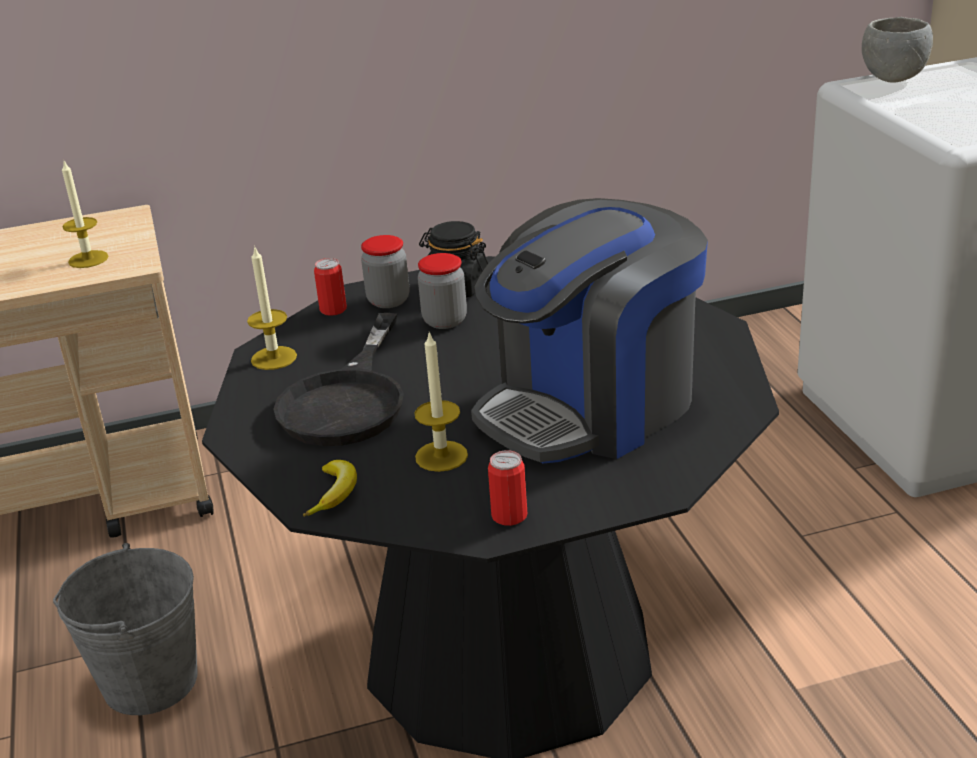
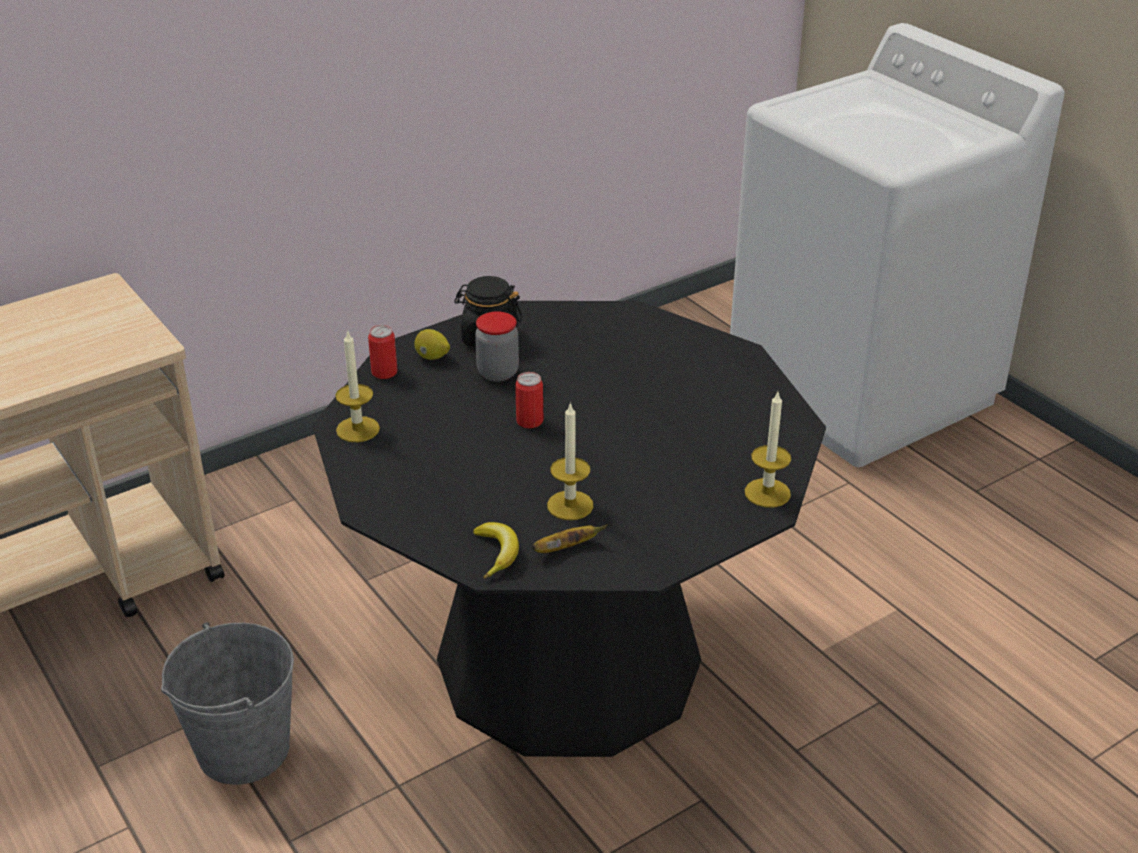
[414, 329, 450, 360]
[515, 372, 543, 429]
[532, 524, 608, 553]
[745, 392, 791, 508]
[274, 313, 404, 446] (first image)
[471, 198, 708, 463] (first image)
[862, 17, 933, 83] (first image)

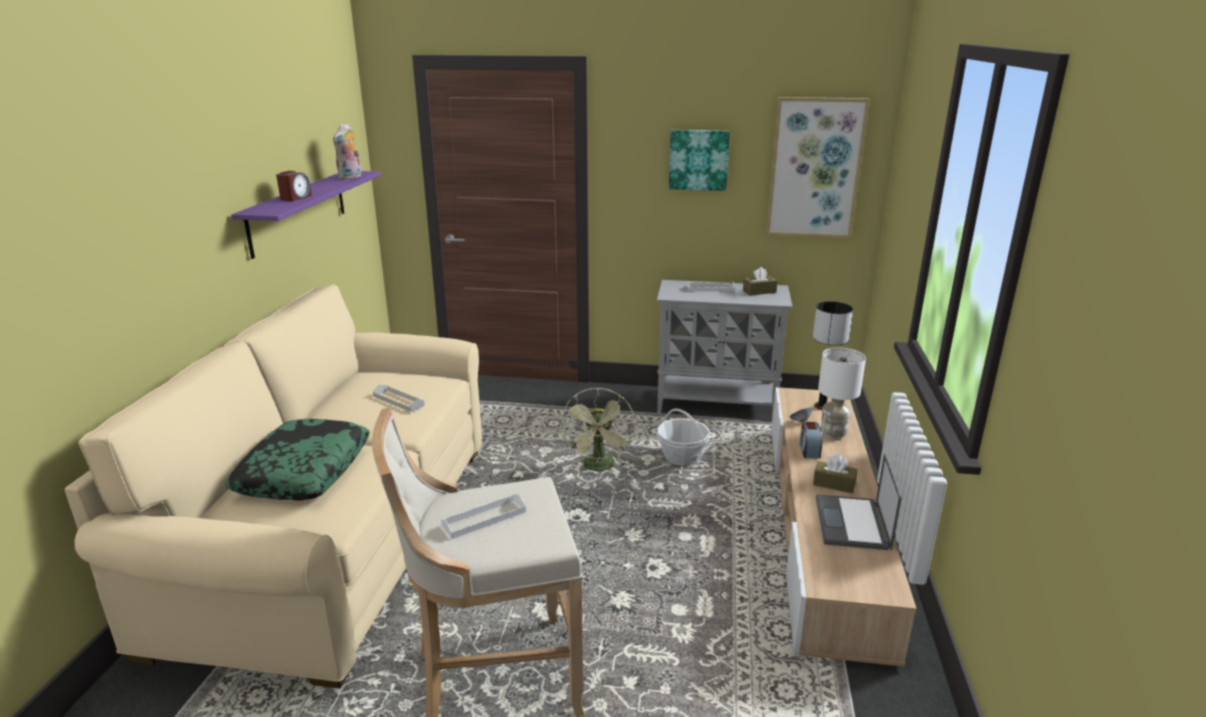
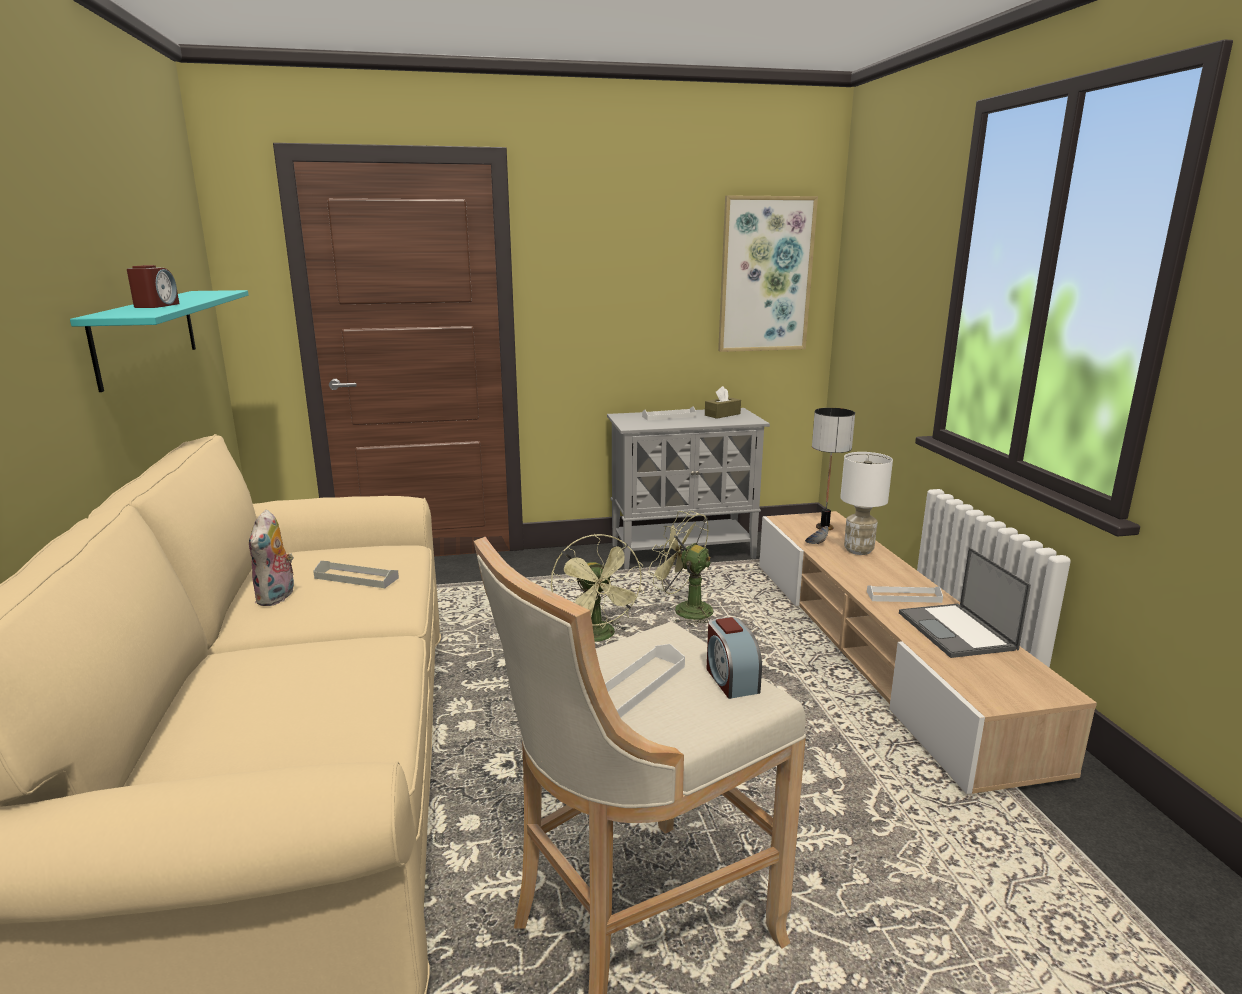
[70, 290, 249, 392]
[249, 509, 296, 606]
[648, 511, 713, 626]
[707, 617, 762, 699]
[867, 585, 943, 603]
[225, 419, 370, 501] (first image)
[669, 130, 730, 191] (first image)

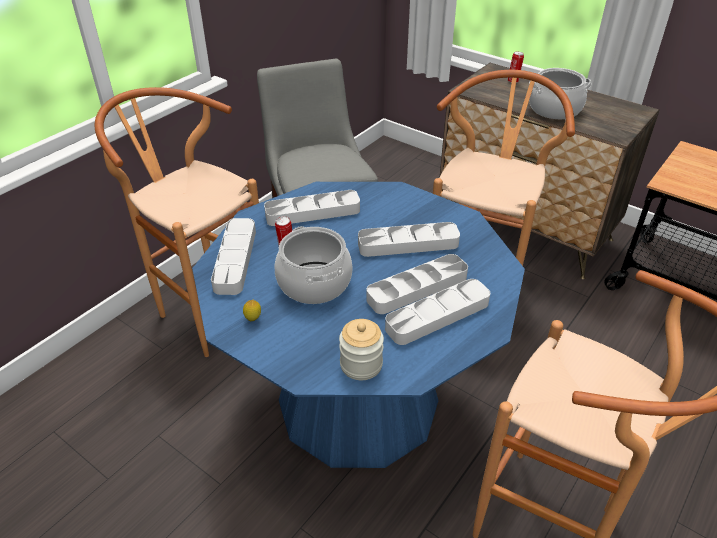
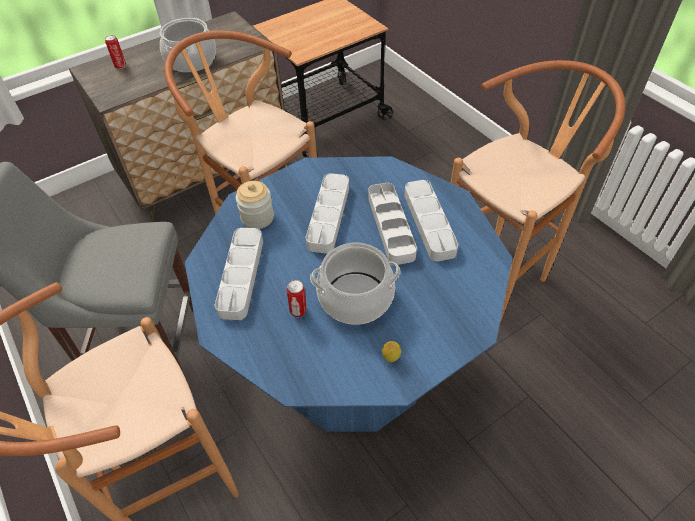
[236, 181, 274, 229]
[211, 218, 256, 295] (first image)

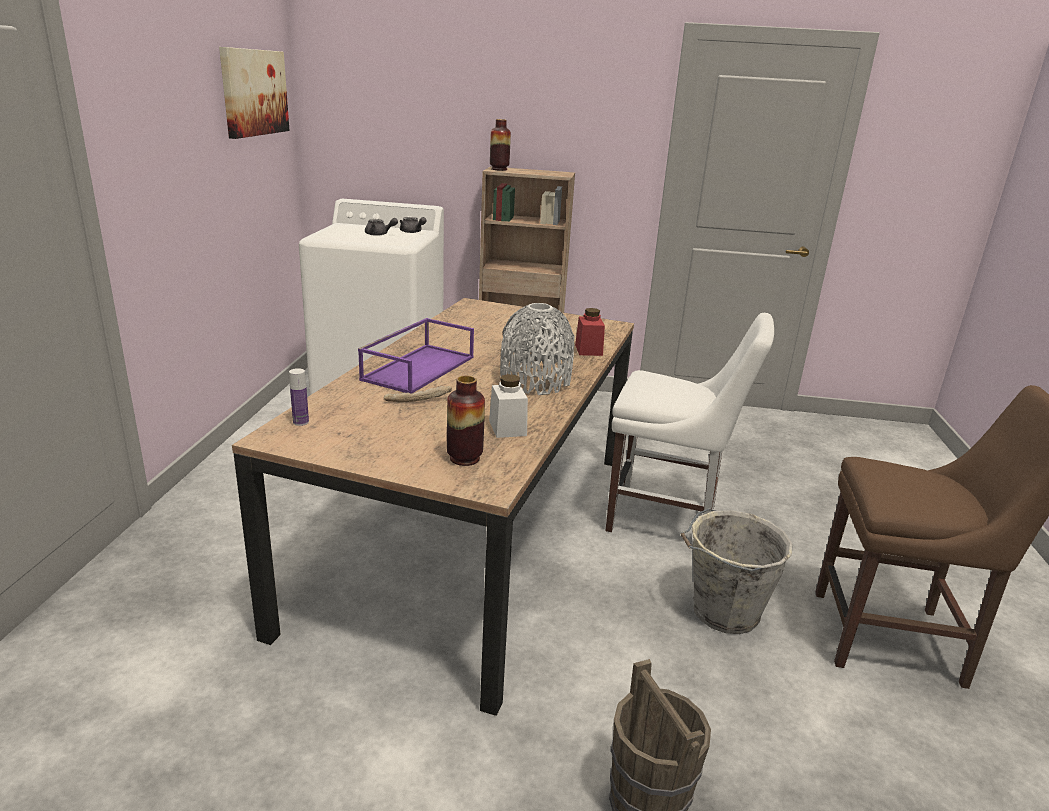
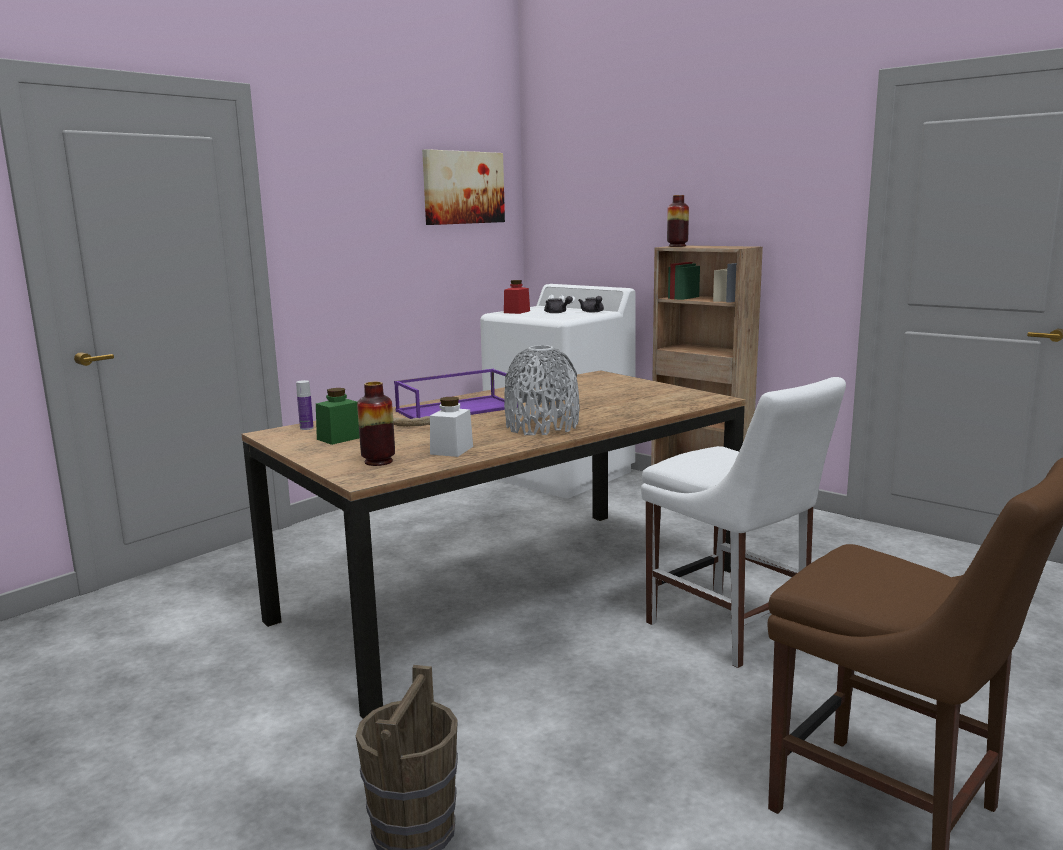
[316, 388, 360, 445]
[504, 280, 530, 314]
[681, 508, 793, 634] (first image)

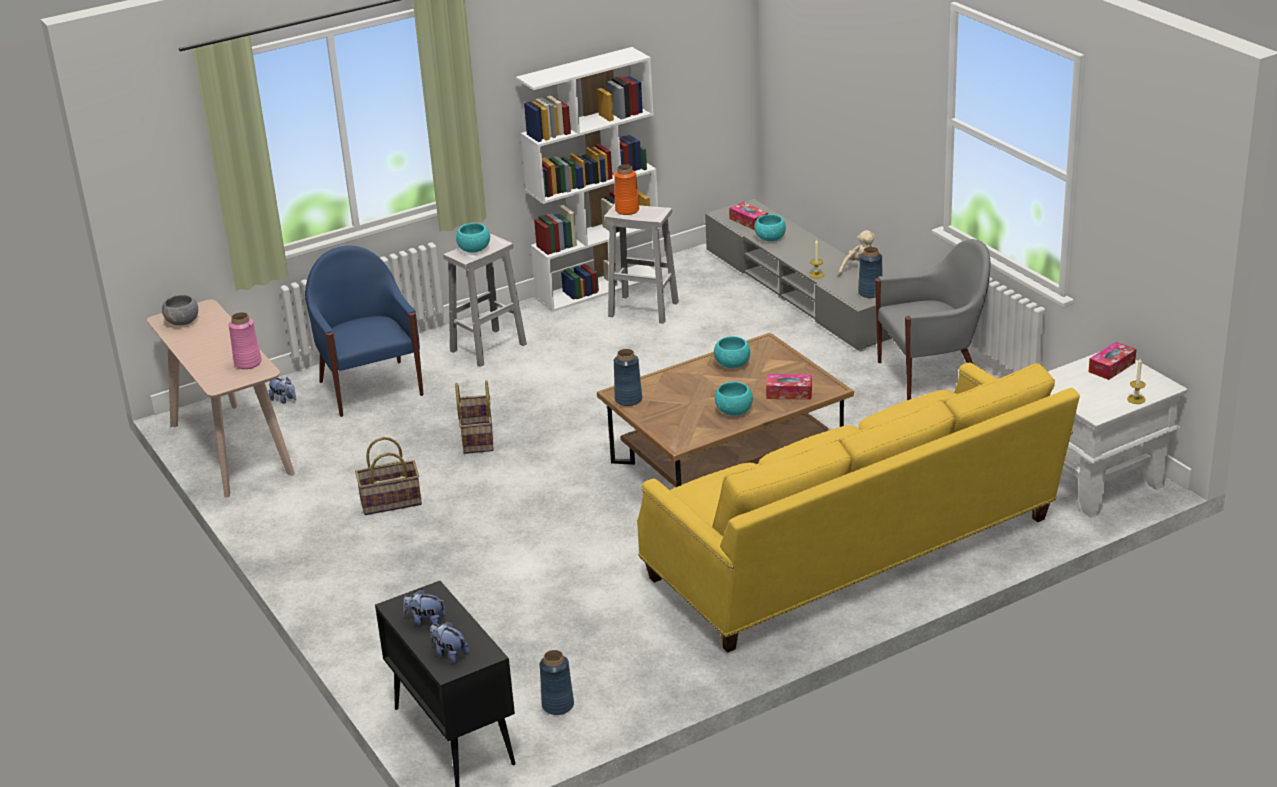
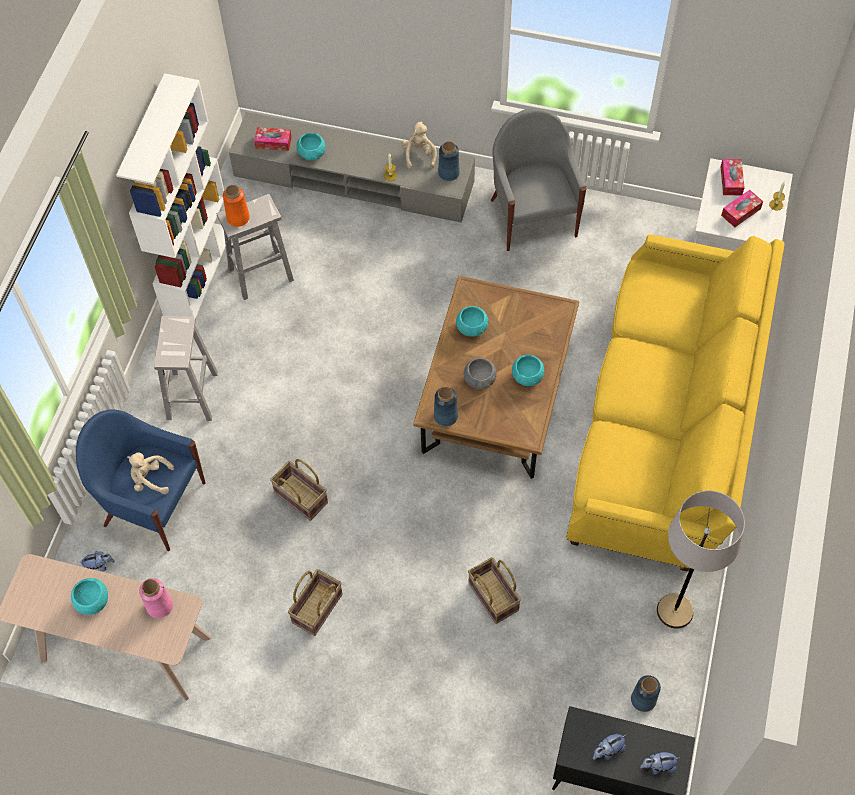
[71, 578, 108, 615]
[127, 452, 175, 494]
[464, 358, 497, 389]
[468, 557, 521, 624]
[491, 108, 587, 251]
[657, 491, 745, 629]
[721, 190, 763, 227]

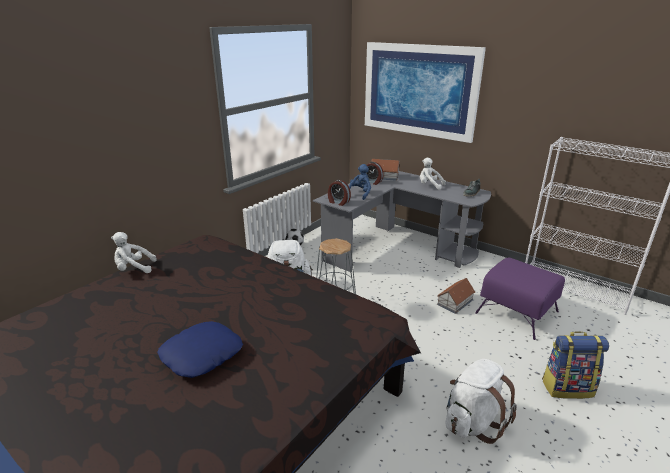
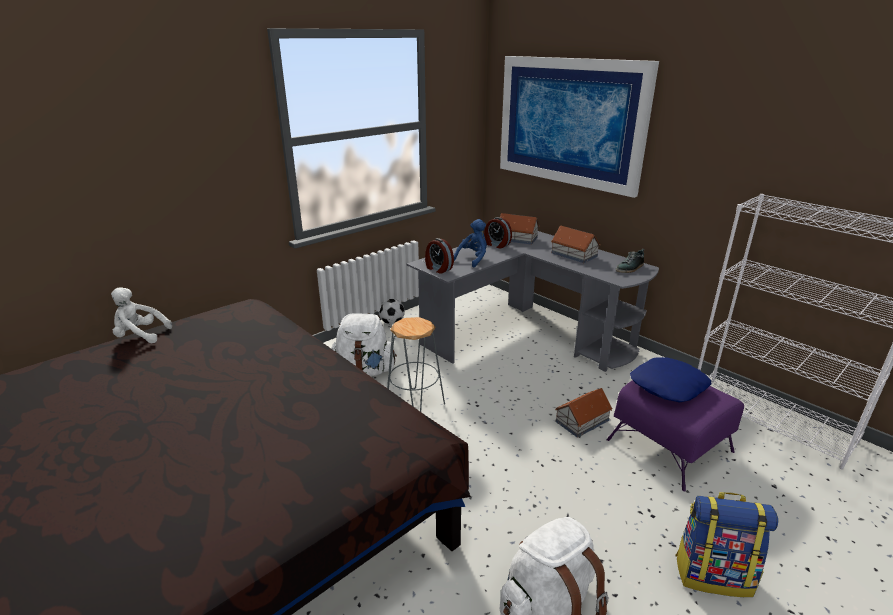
[551, 226, 601, 263]
[630, 357, 711, 403]

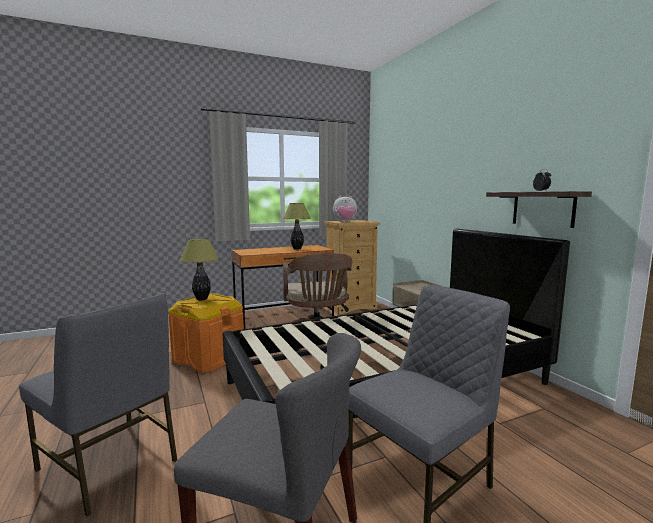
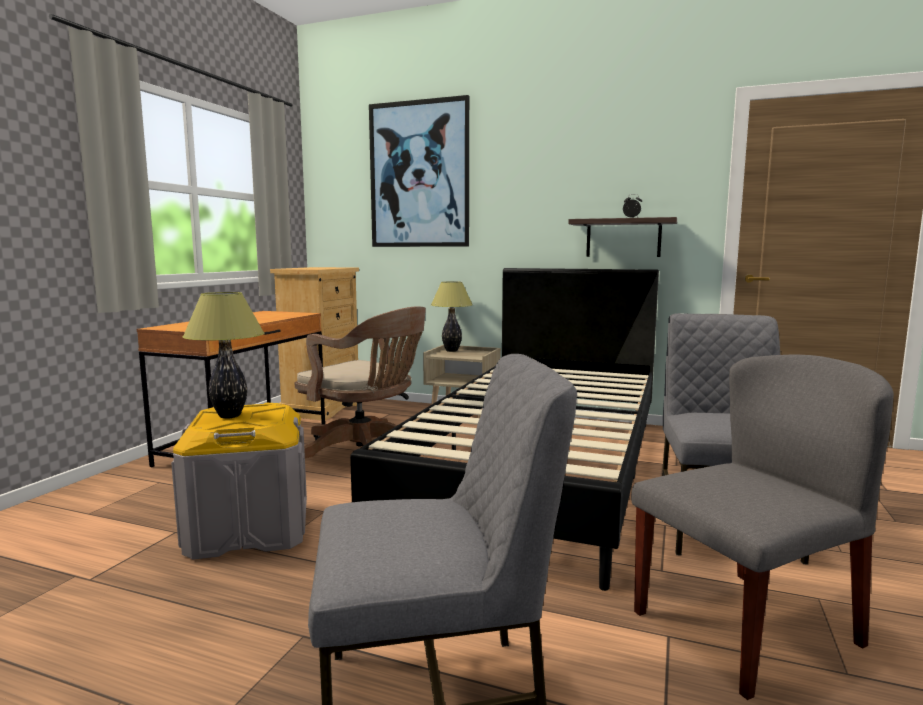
[171, 403, 307, 559]
[369, 95, 469, 247]
[431, 281, 473, 352]
[333, 196, 357, 222] (first image)

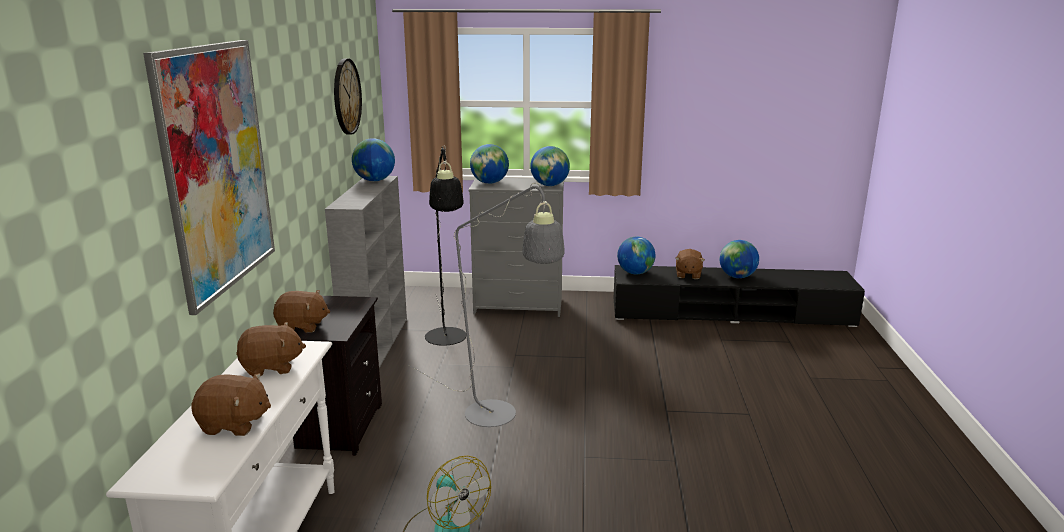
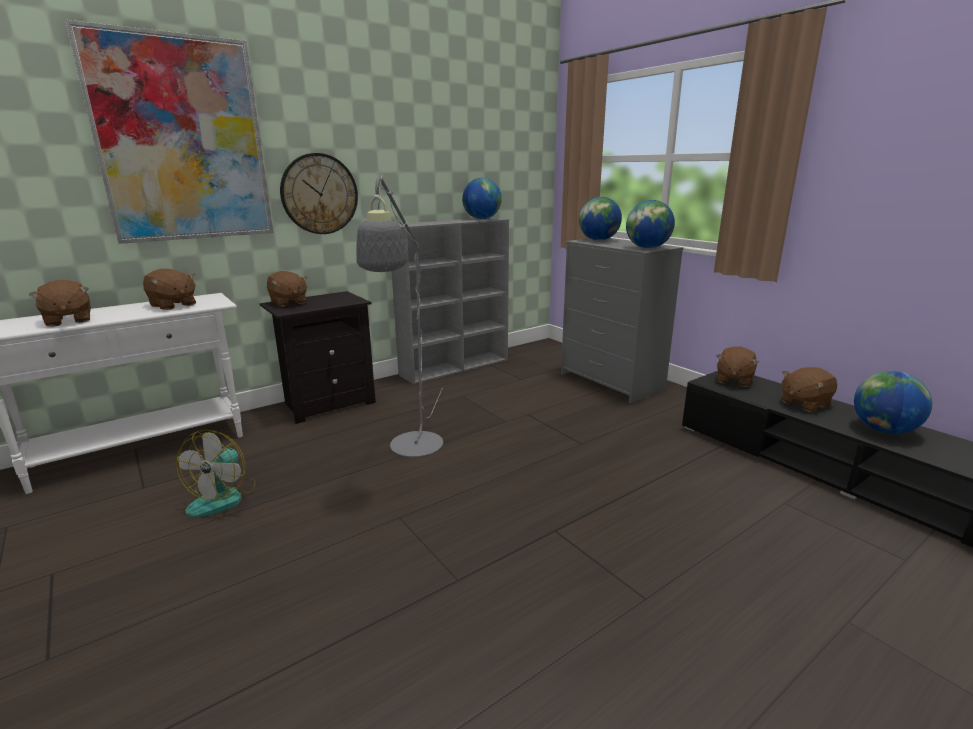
[280, 153, 358, 234]
[716, 346, 759, 387]
[425, 145, 467, 346] (first image)

